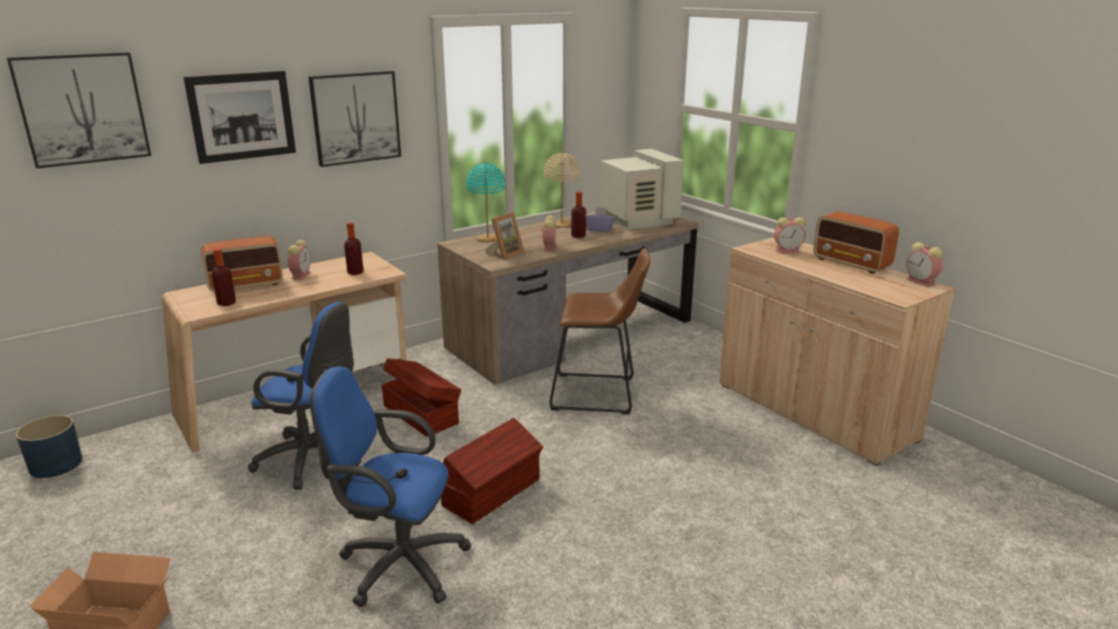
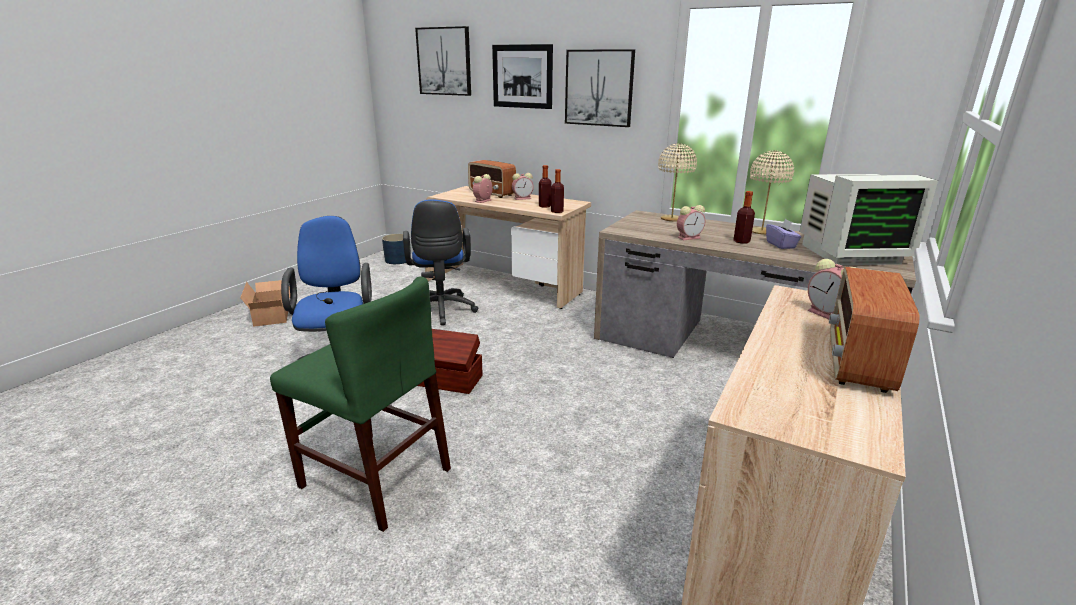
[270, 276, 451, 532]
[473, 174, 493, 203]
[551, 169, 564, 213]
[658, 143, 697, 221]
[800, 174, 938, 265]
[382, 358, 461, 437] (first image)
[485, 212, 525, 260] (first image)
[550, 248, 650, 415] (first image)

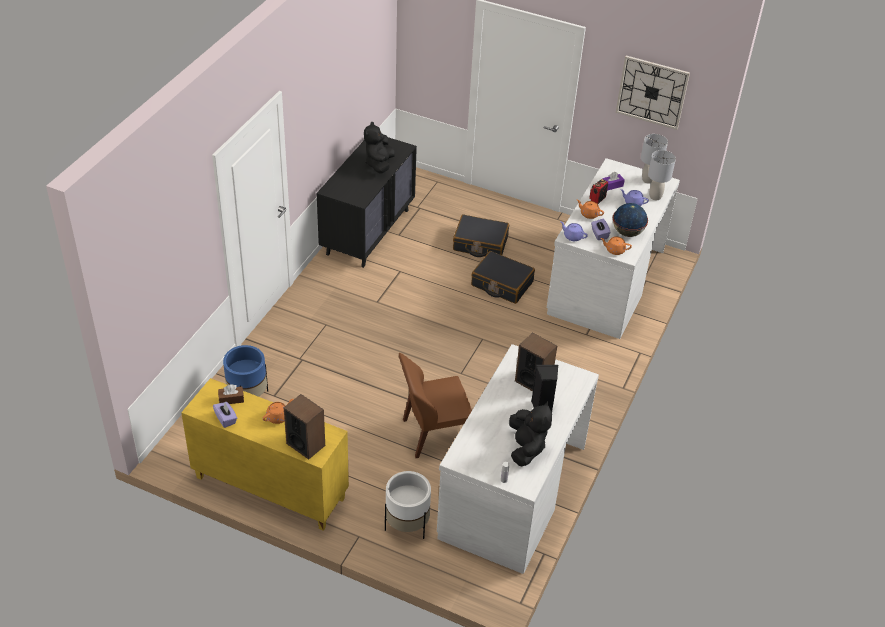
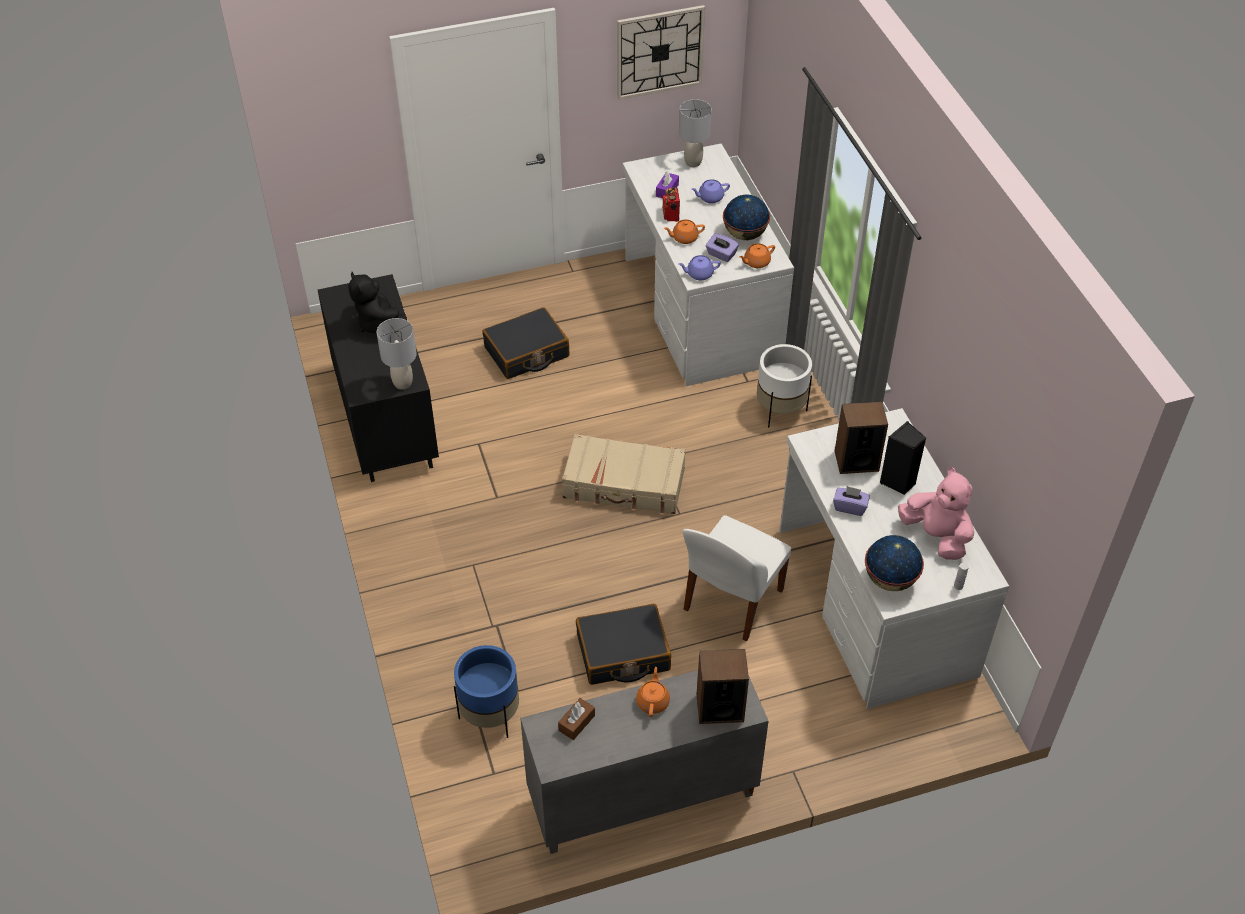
[377, 318, 417, 390]
[520, 670, 769, 854]
[562, 434, 686, 514]
[576, 604, 671, 685]
[682, 515, 791, 642]
[757, 344, 812, 428]
[833, 486, 870, 516]
[865, 535, 924, 591]
[898, 467, 974, 560]

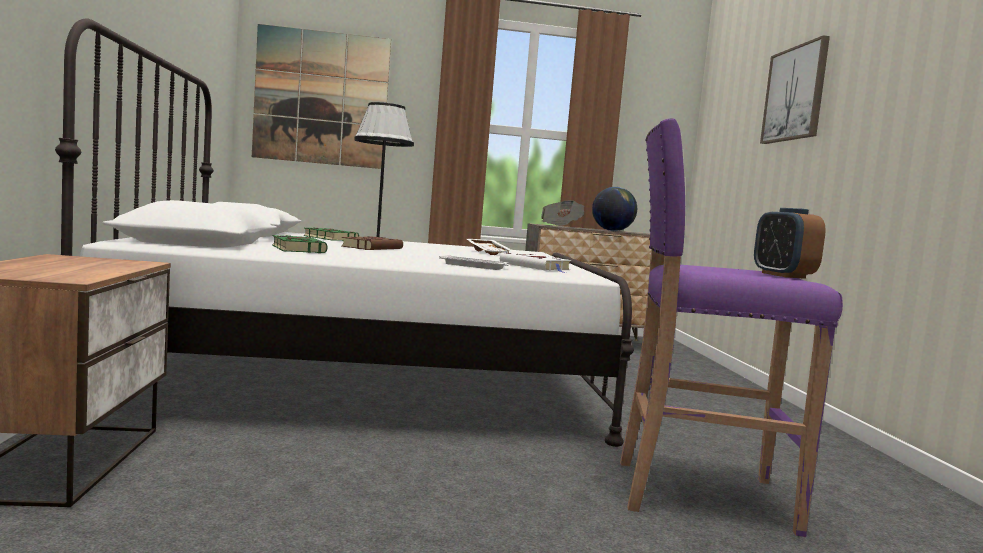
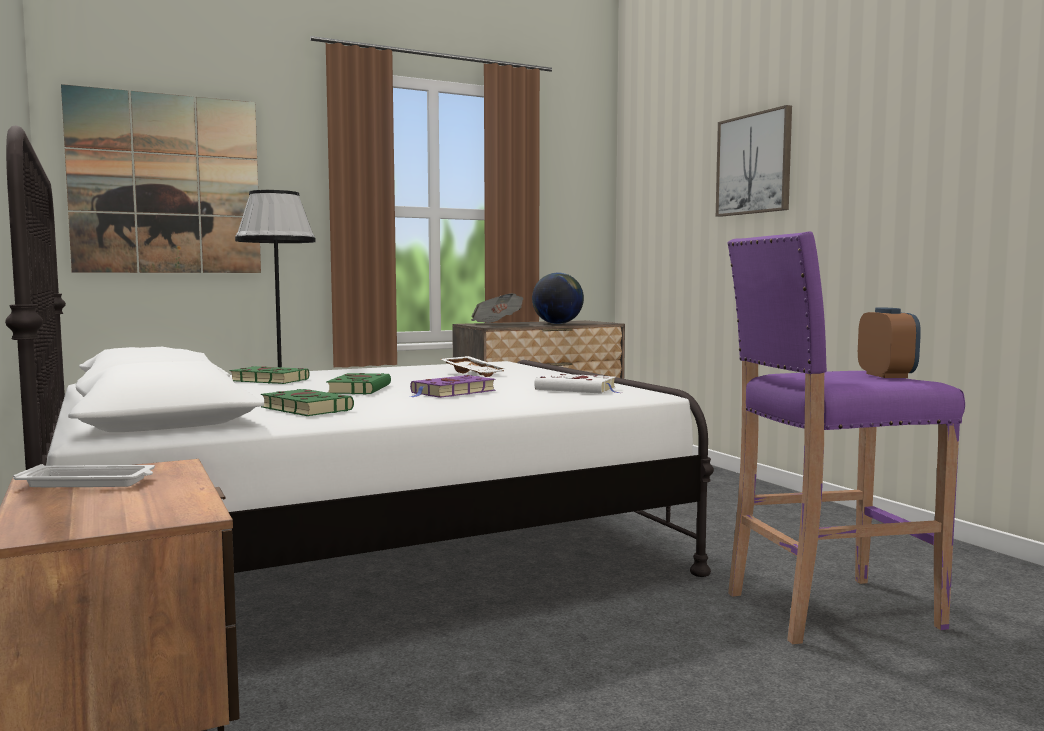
[13, 464, 155, 487]
[326, 373, 391, 394]
[409, 375, 496, 398]
[858, 307, 921, 378]

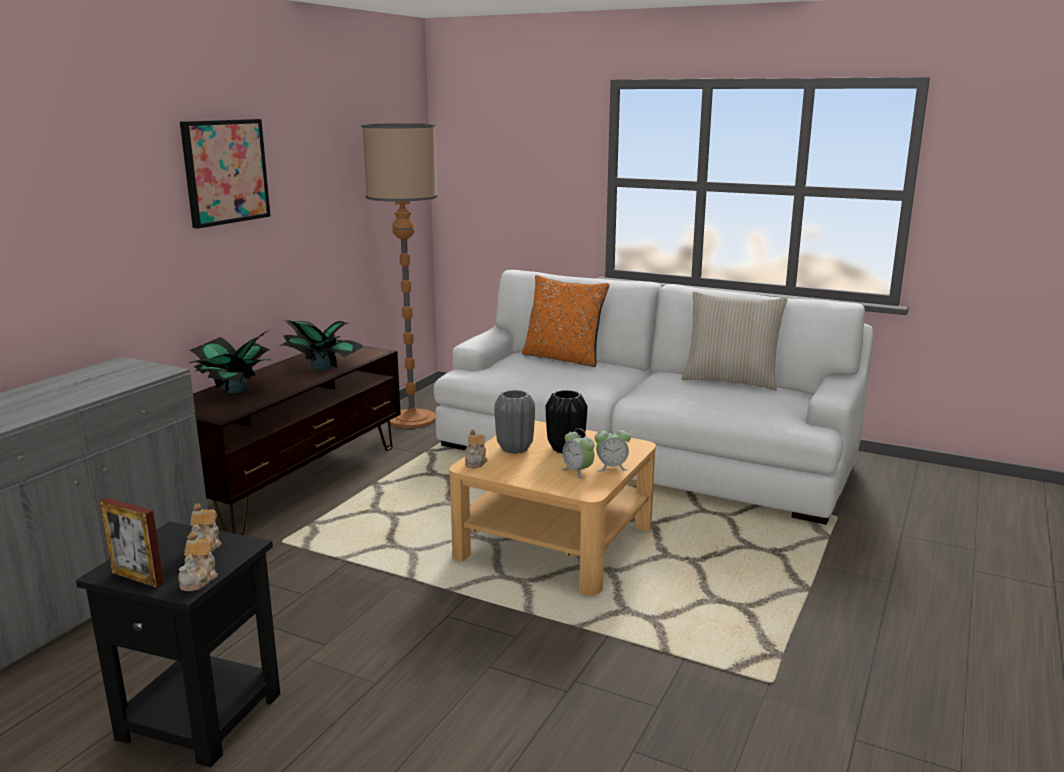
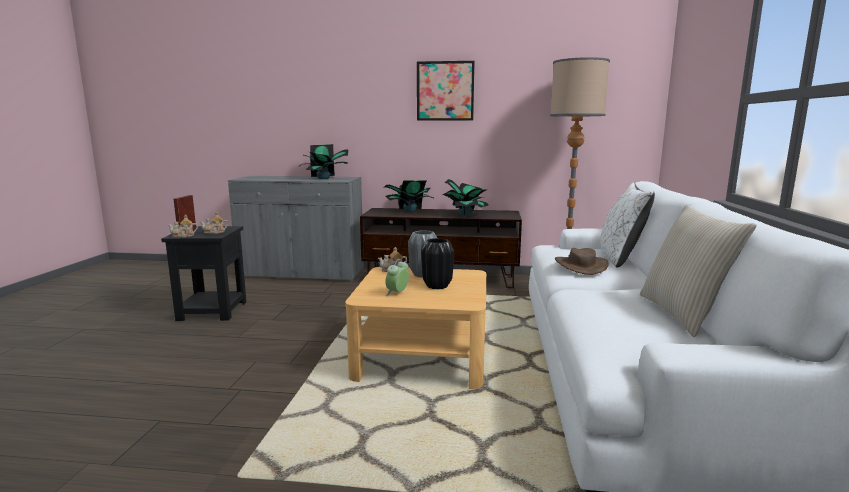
[299, 144, 348, 179]
[555, 248, 609, 275]
[600, 182, 655, 268]
[594, 425, 631, 471] (first image)

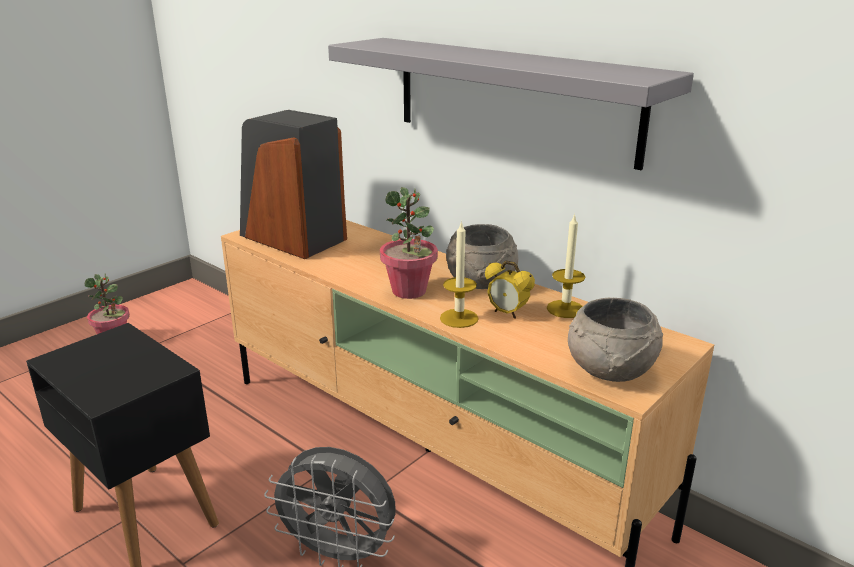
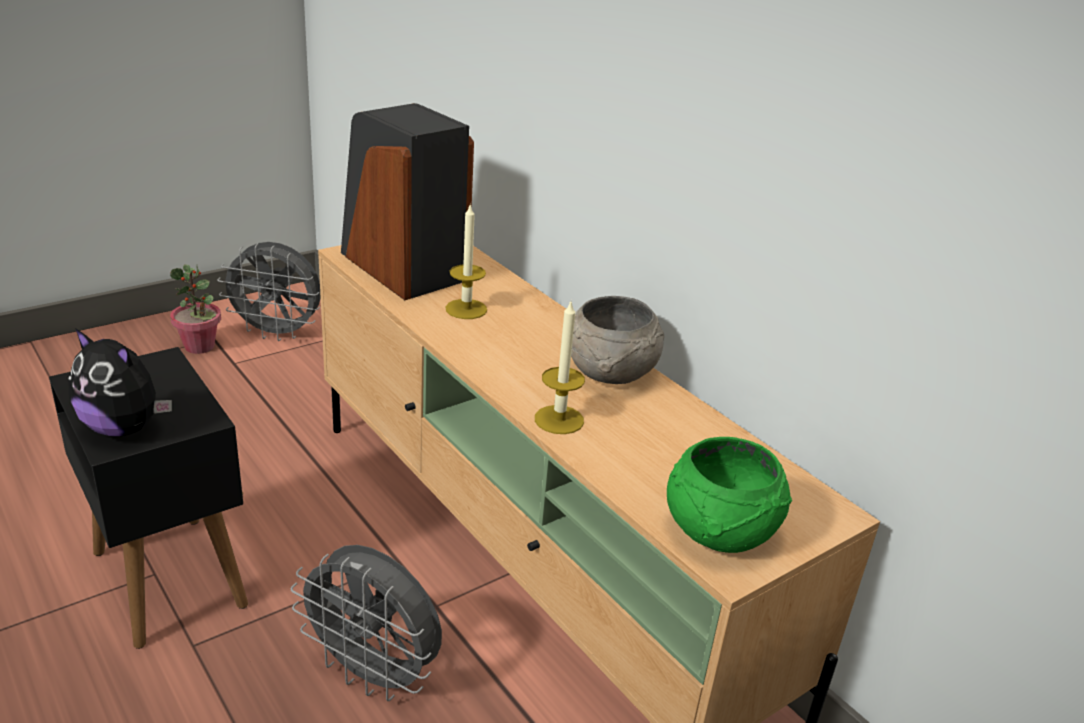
[68, 328, 172, 437]
[217, 242, 321, 341]
[445, 203, 487, 319]
[667, 437, 792, 553]
[328, 38, 694, 170] (first image)
[380, 187, 438, 299] (first image)
[485, 260, 535, 319] (first image)

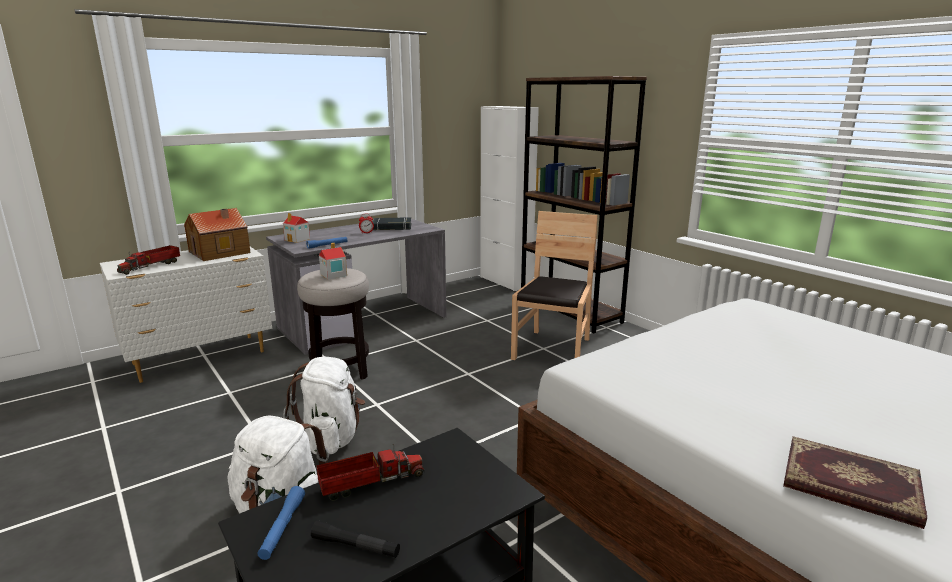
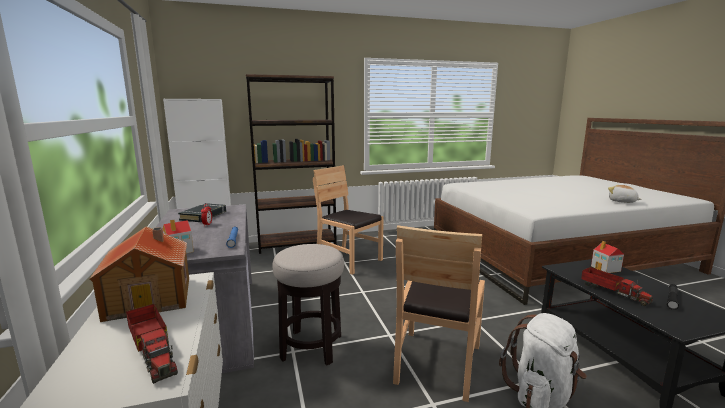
[393, 225, 485, 402]
[581, 267, 653, 306]
[591, 241, 624, 273]
[608, 185, 642, 203]
[257, 486, 305, 560] (first image)

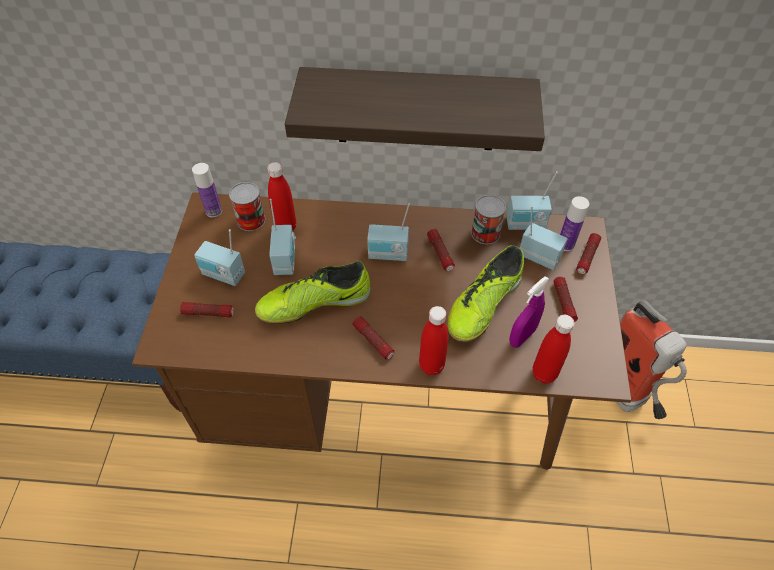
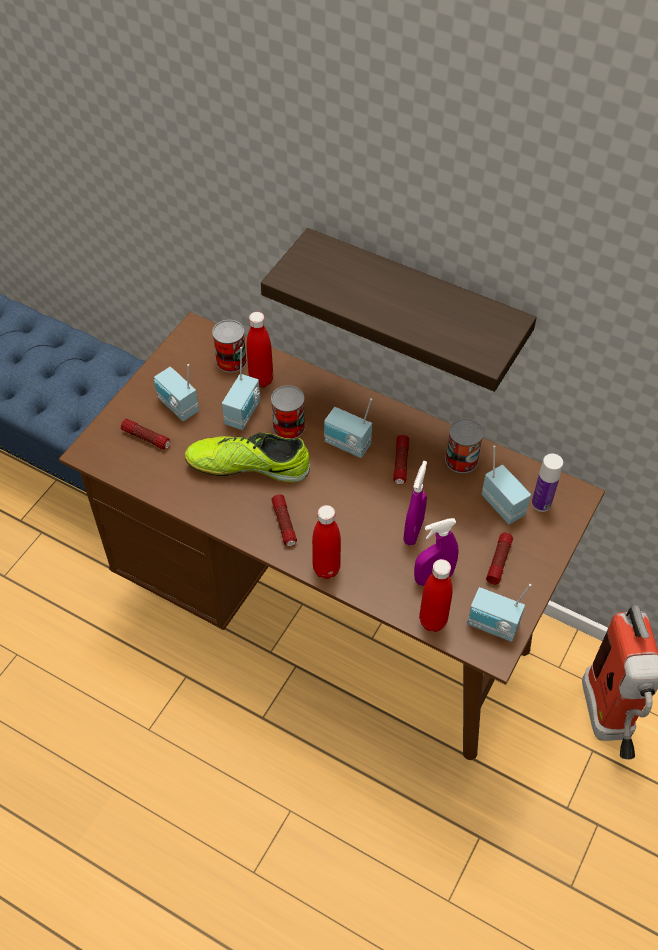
[271, 385, 305, 439]
[404, 461, 427, 545]
[467, 584, 531, 642]
[192, 163, 222, 217] (first image)
[576, 233, 601, 274] (first image)

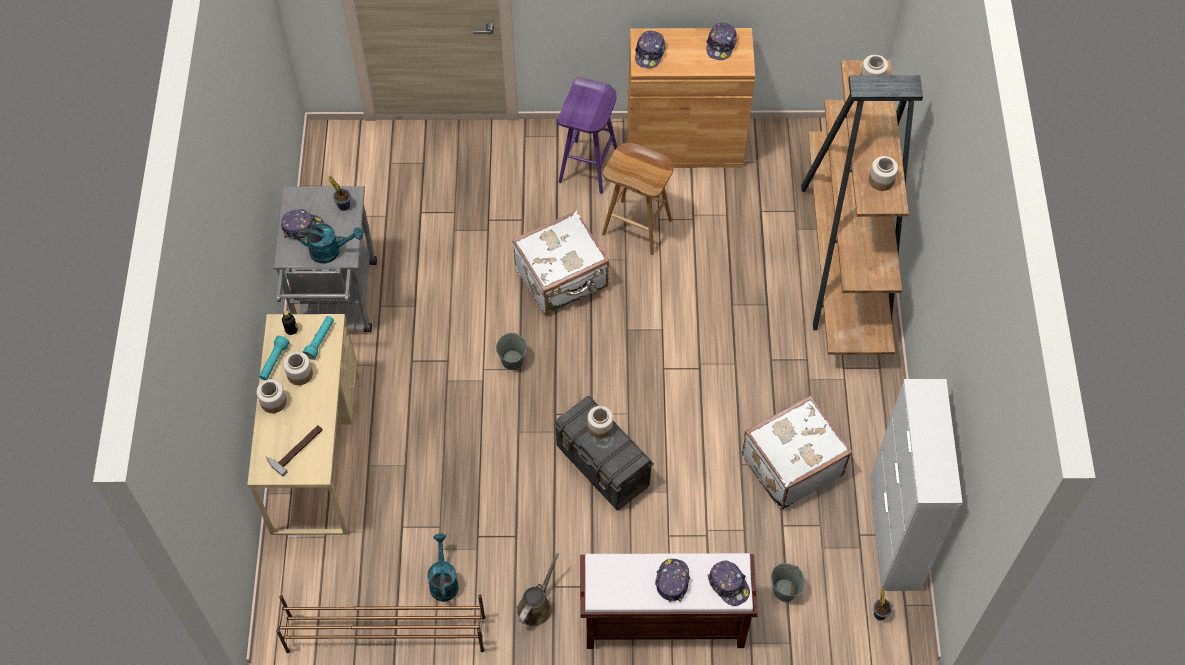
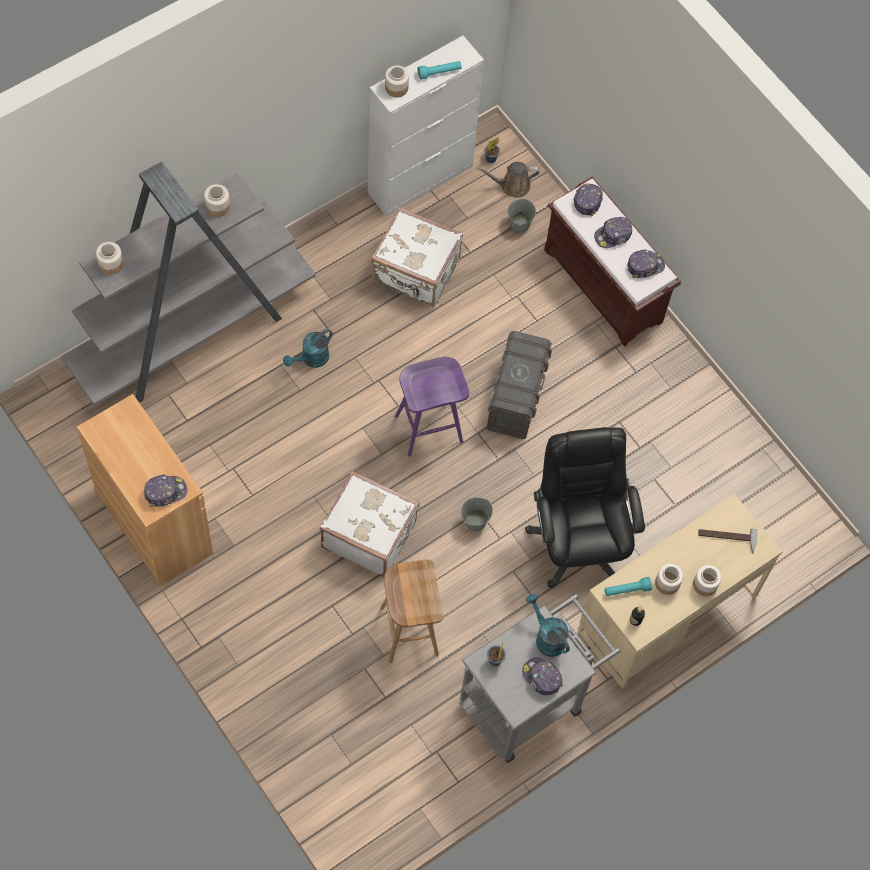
[61, 161, 316, 405]
[283, 329, 332, 368]
[380, 560, 443, 663]
[385, 65, 409, 97]
[395, 357, 470, 457]
[418, 61, 462, 80]
[477, 162, 540, 198]
[525, 427, 645, 588]
[627, 249, 665, 278]
[276, 595, 485, 653] (first image)

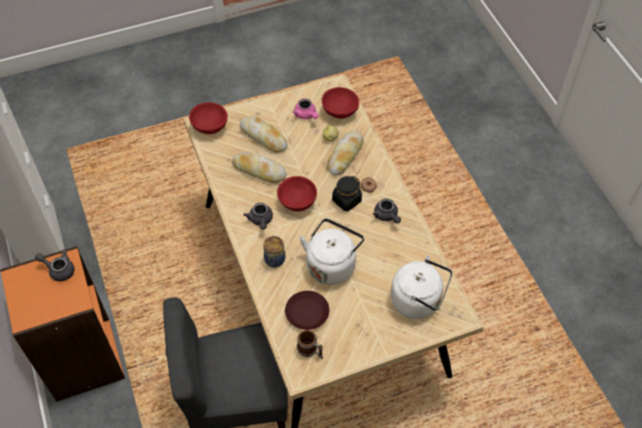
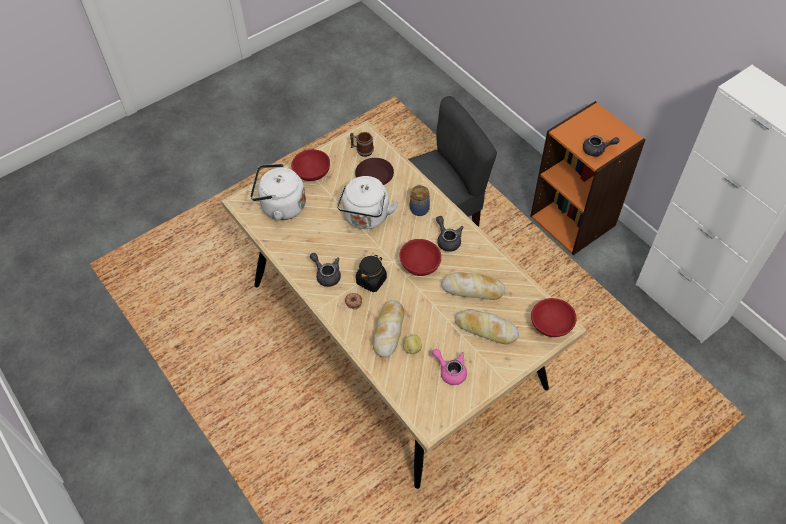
[291, 149, 330, 181]

